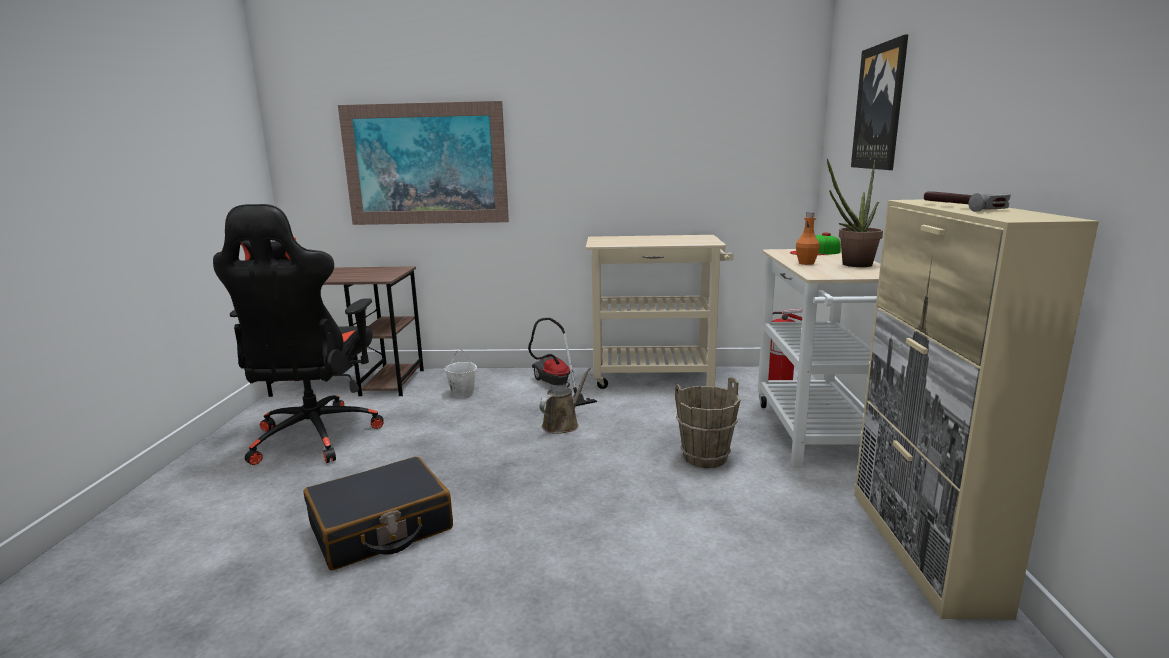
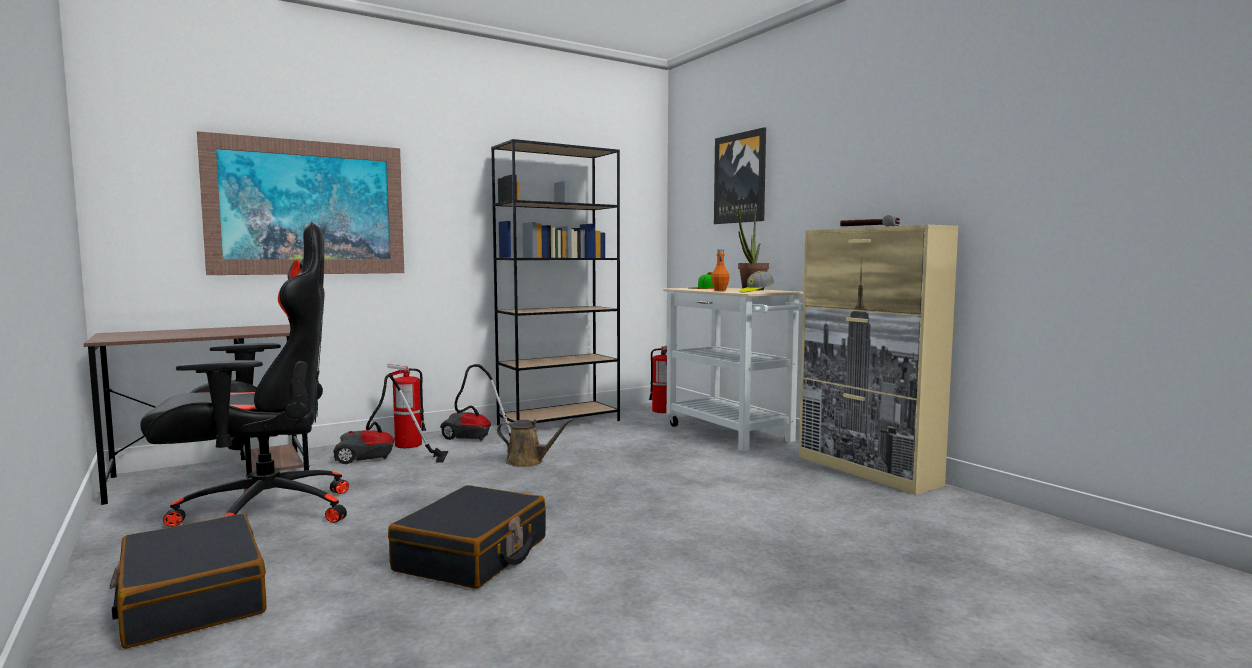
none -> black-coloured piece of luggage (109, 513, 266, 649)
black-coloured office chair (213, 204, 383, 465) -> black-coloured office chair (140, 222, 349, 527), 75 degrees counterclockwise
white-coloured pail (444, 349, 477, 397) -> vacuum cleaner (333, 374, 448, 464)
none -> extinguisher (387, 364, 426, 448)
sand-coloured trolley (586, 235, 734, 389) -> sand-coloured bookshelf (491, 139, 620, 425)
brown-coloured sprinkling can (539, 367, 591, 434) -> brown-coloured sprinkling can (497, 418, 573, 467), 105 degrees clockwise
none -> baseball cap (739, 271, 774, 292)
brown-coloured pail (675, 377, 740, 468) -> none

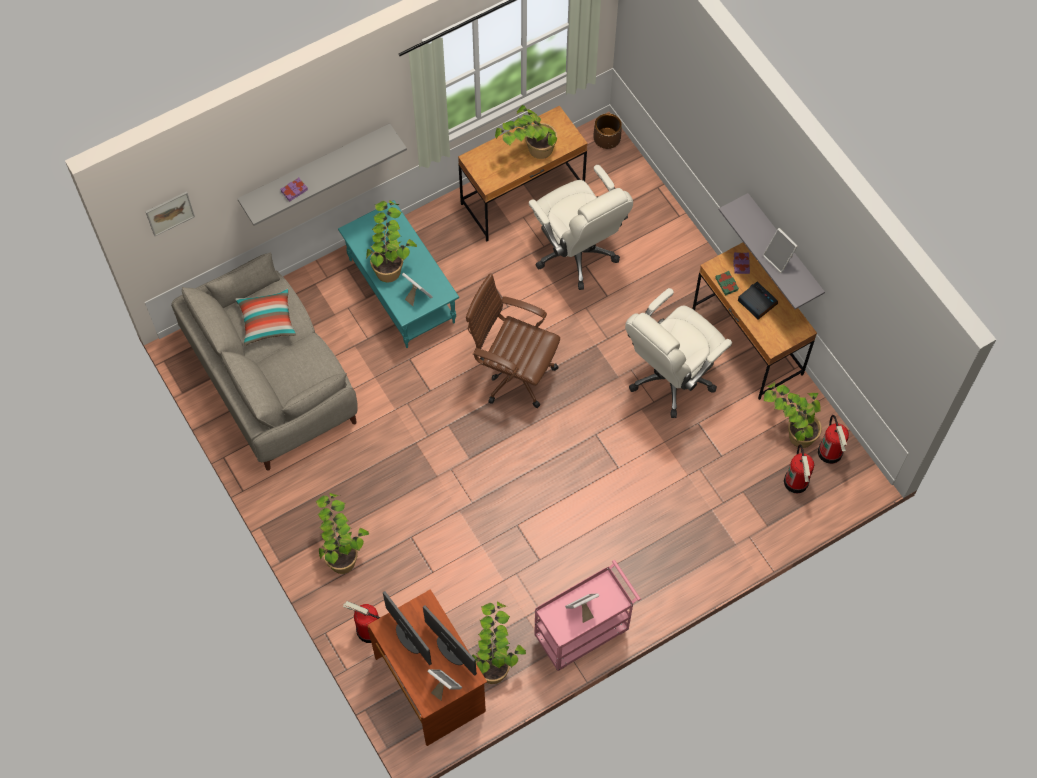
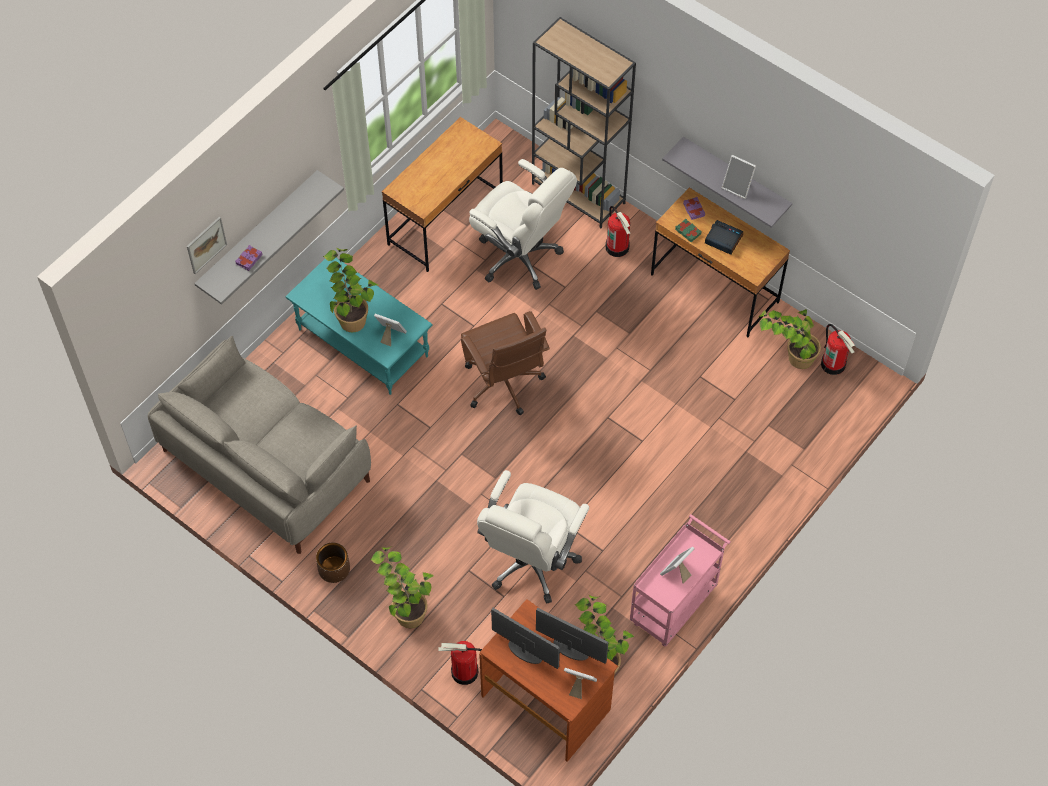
picture (145, 191, 195, 236) -> picture (187, 217, 227, 274), move
brown-coloured planter (593, 113, 622, 149) -> brown-coloured planter (316, 543, 350, 583), move
brown-coloured office chair (466, 273, 560, 408) -> brown-coloured office chair (461, 311, 550, 415), 120 degrees counterclockwise
white-coloured office chair (625, 288, 732, 418) -> white-coloured office chair (477, 470, 589, 604), move
none -> bookshelf (532, 17, 636, 228)
extinguisher (784, 445, 814, 493) -> extinguisher (605, 206, 630, 257), move
throw pillow (235, 289, 296, 346) -> none
houseplant (495, 105, 557, 159) -> none

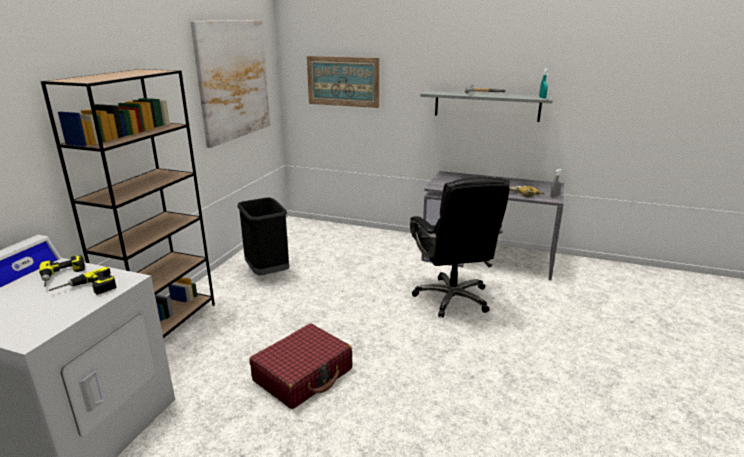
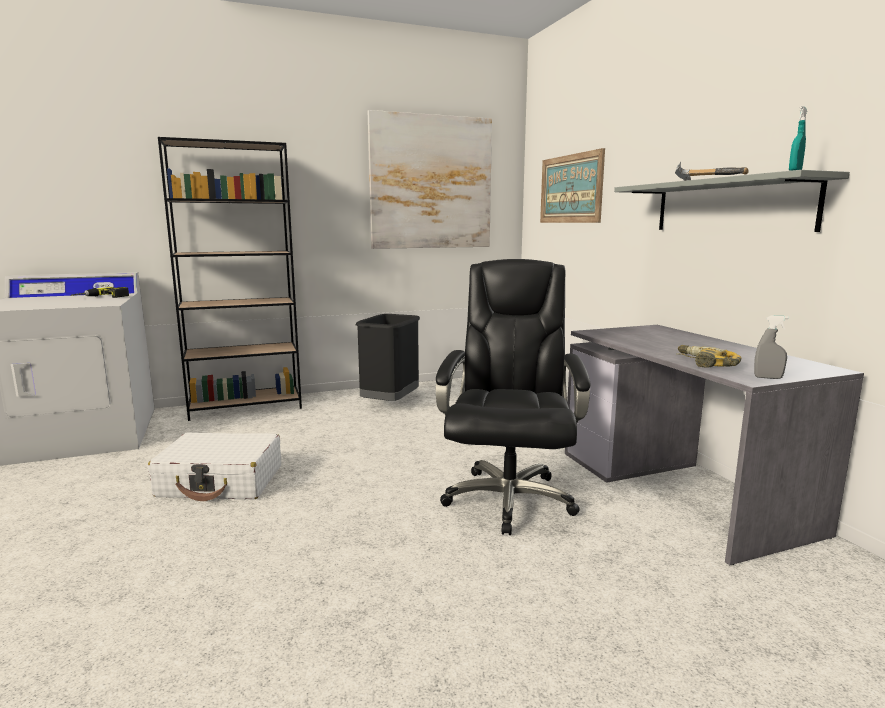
reddish piece of luggage (249, 324, 352, 409) -> white-coloured piece of luggage (148, 432, 281, 501)
black-coloured office chair (410, 177, 510, 318) -> black-coloured office chair (436, 259, 590, 535), 150 degrees clockwise
drill (49, 267, 117, 295) -> none

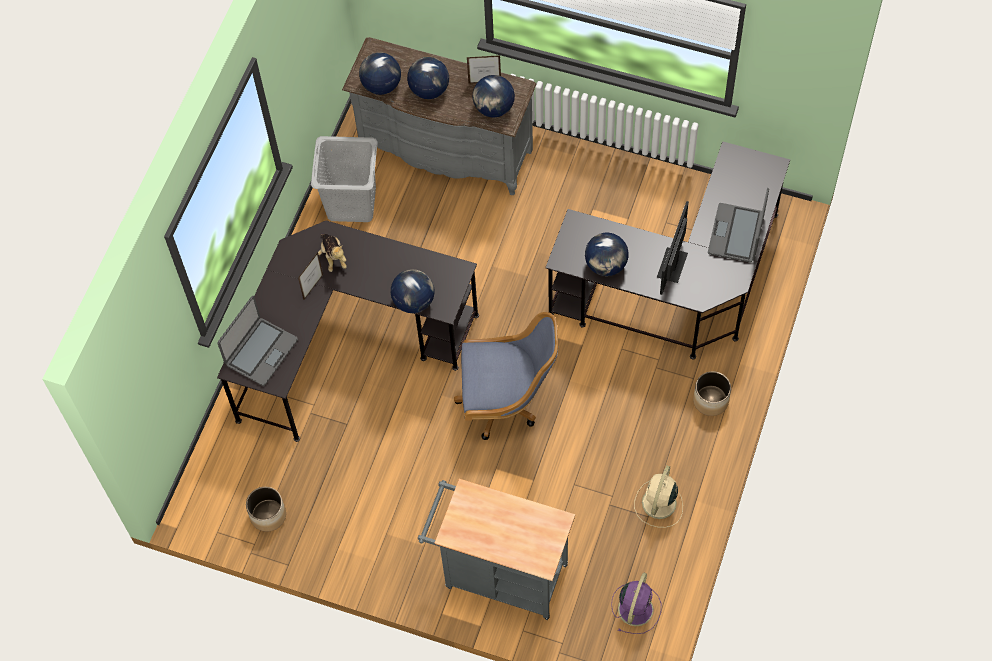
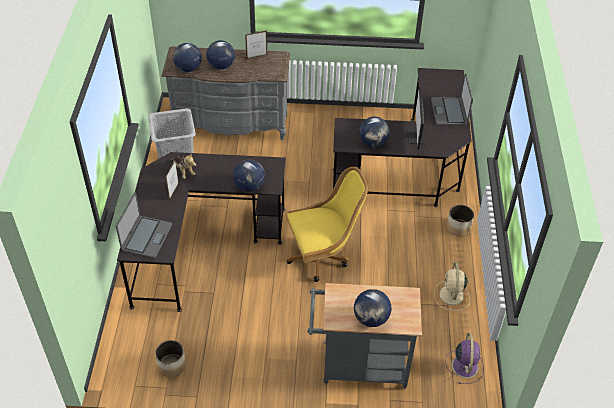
blue-coloured office chair (454, 312, 558, 440) -> yellow office chair (287, 167, 368, 282)
world globe (472, 75, 515, 117) -> world globe (354, 289, 391, 327), move

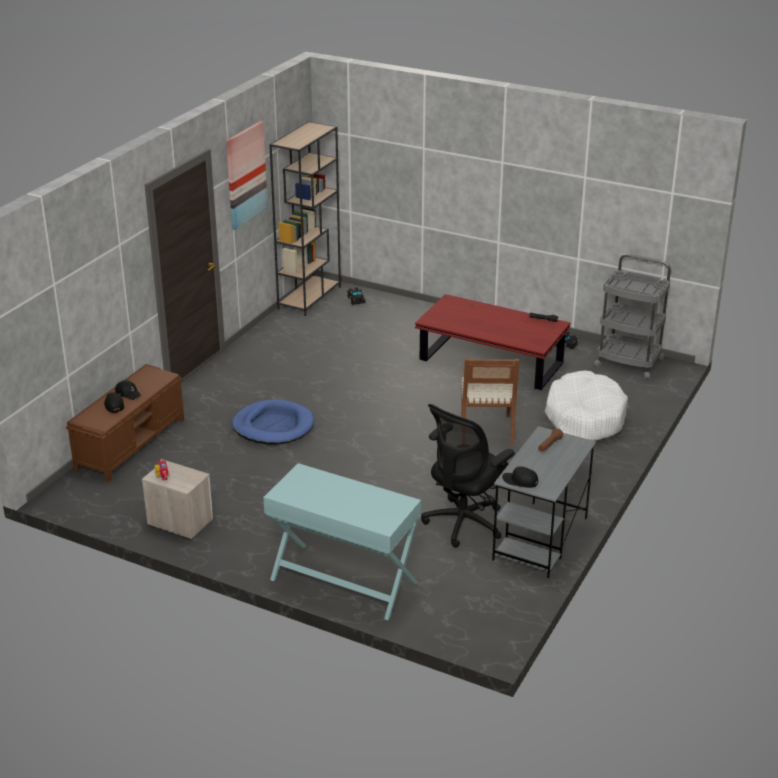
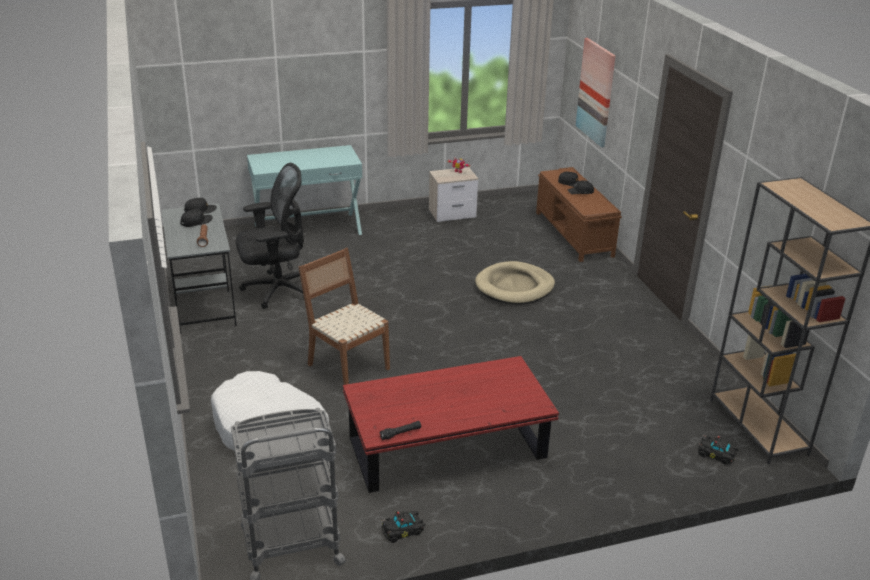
none -> black-coloured baseball cap (180, 209, 213, 227)
black-coloured office chair (421, 404, 515, 548) -> black-coloured office chair (236, 163, 304, 309), 75 degrees clockwise
blue-coloured dog cushion (232, 399, 314, 444) -> sand-coloured dog cushion (475, 261, 555, 304)
picture (226, 121, 268, 230) -> picture (576, 38, 616, 147), move

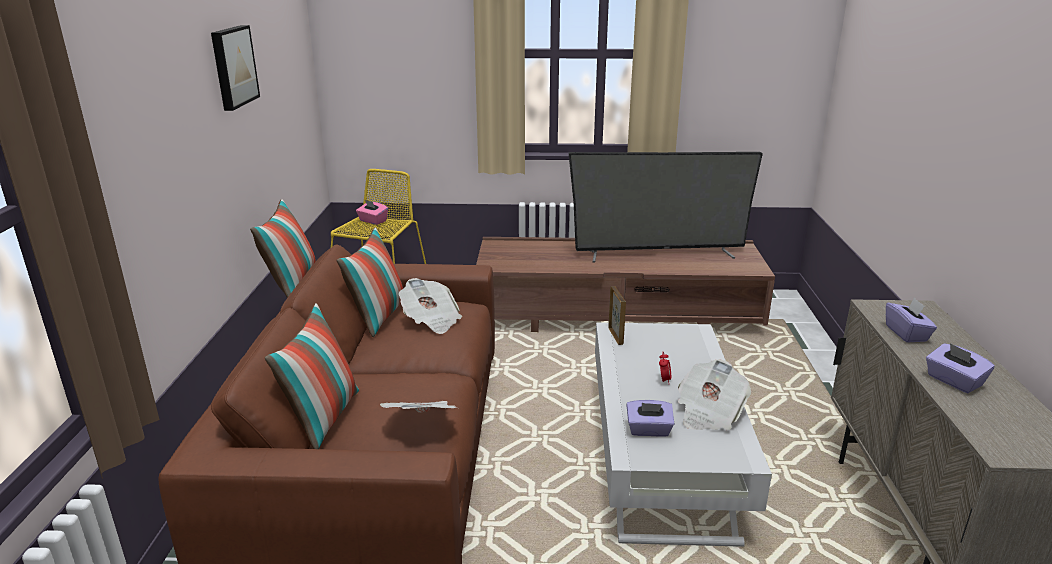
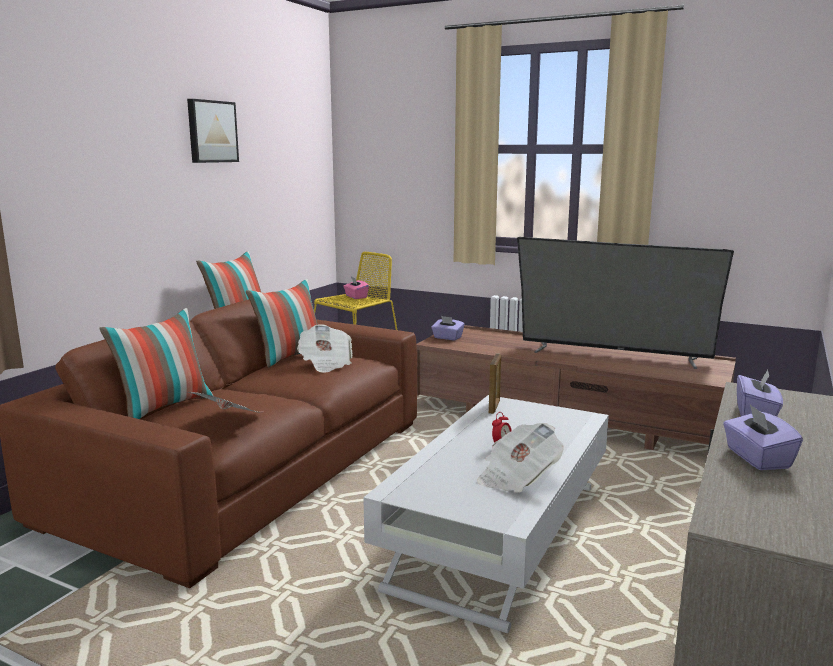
purple-coloured box of tissues (626, 400, 674, 437) -> purple-coloured box of tissues (431, 316, 465, 340), move

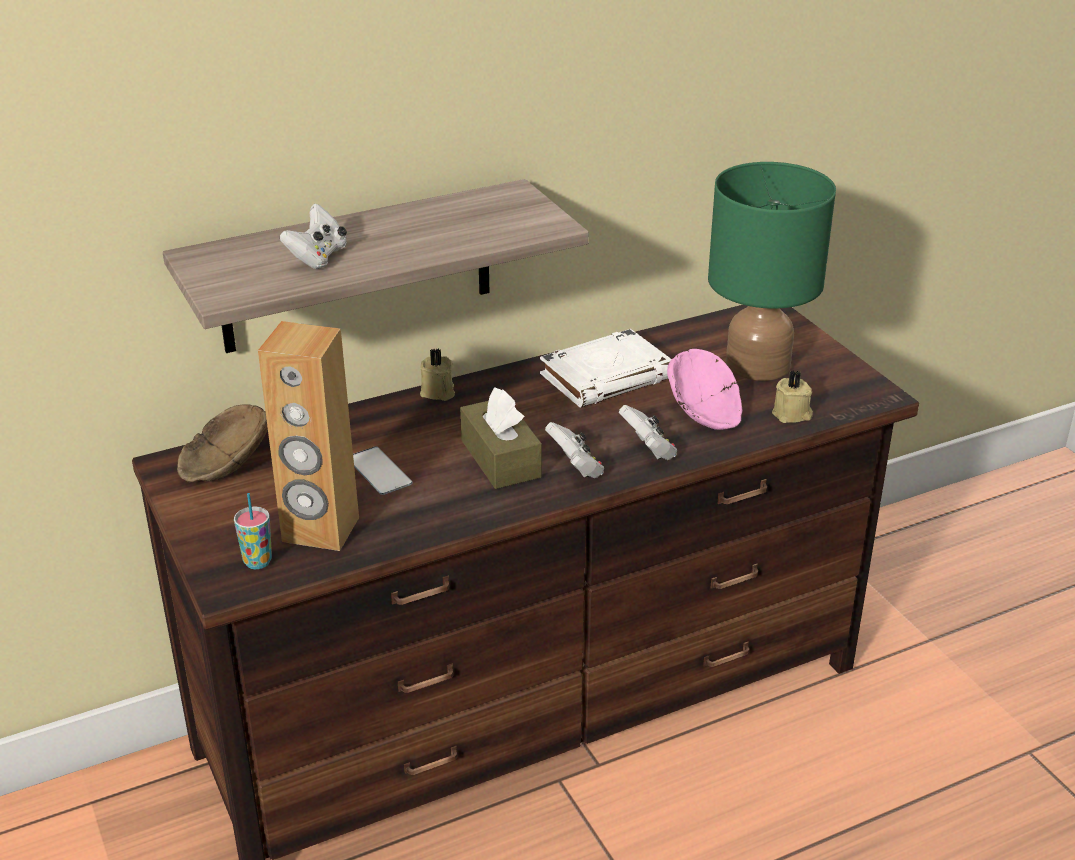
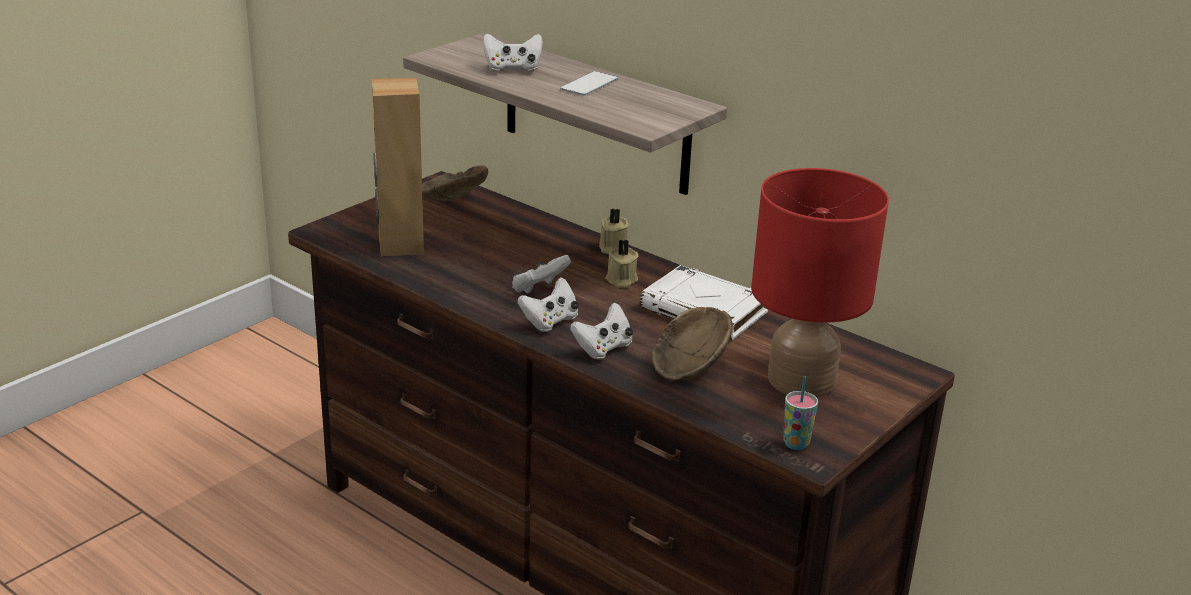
brown-coloured box of tissues (460, 388, 542, 489) -> white-coloured gamepad (512, 255, 571, 294)
handset (353, 446, 413, 495) -> handset (560, 71, 619, 95), move
sand-coloured wax candle (772, 370, 813, 423) -> sand-coloured wax candle (605, 240, 638, 288), move
pink serving bowl (667, 349, 742, 430) -> brown-coloured serving bowl (652, 307, 733, 381)
green-coloured tabletop lamp (708, 162, 836, 381) -> reddish tabletop lamp (751, 168, 889, 397)
cup (234, 493, 272, 569) -> cup (783, 376, 818, 450), move

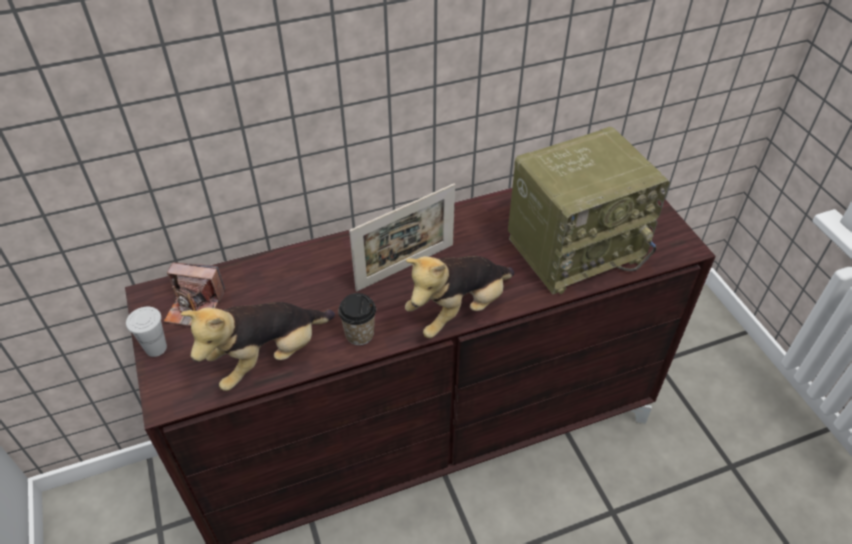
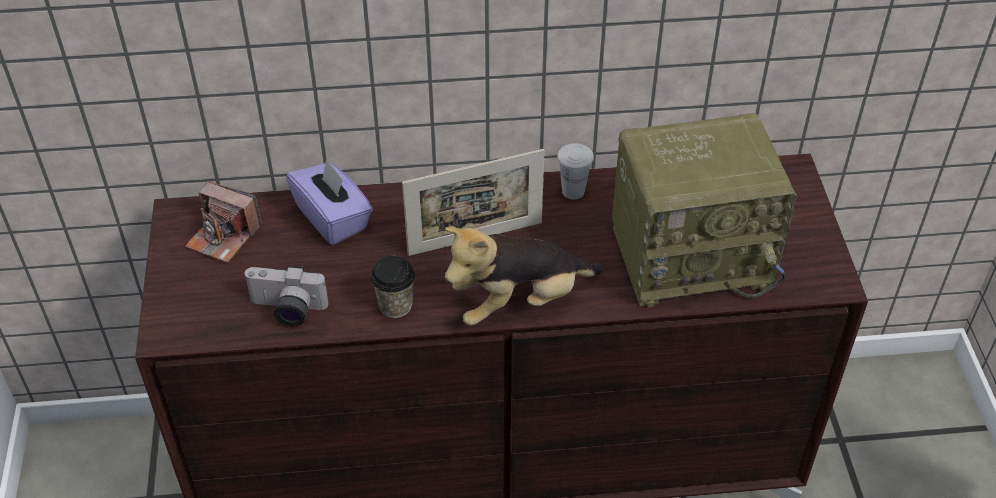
soft toy (180, 302, 335, 391) -> still camera (243, 265, 329, 326)
none -> purple-coloured box of tissues (286, 159, 373, 245)
white-coloured cup (126, 307, 167, 357) -> white-coloured cup (557, 143, 594, 199), move

